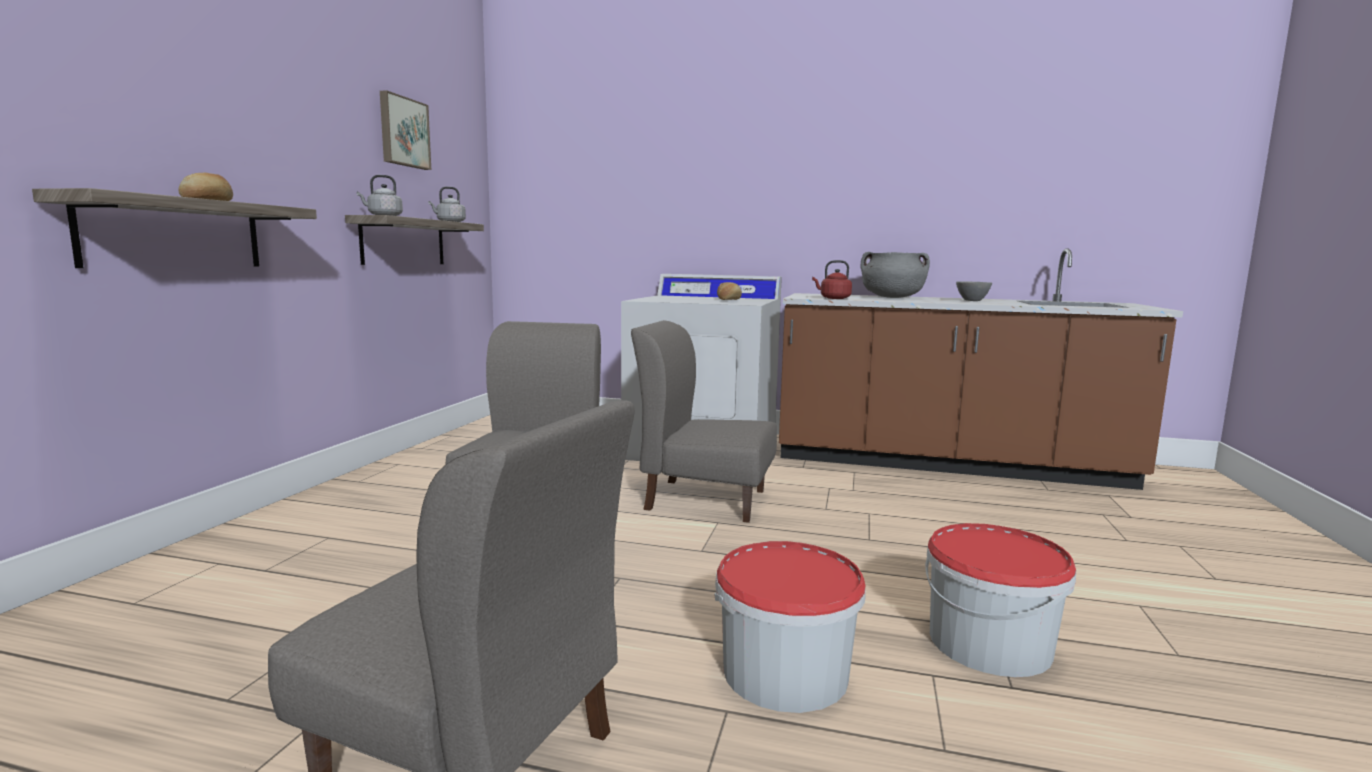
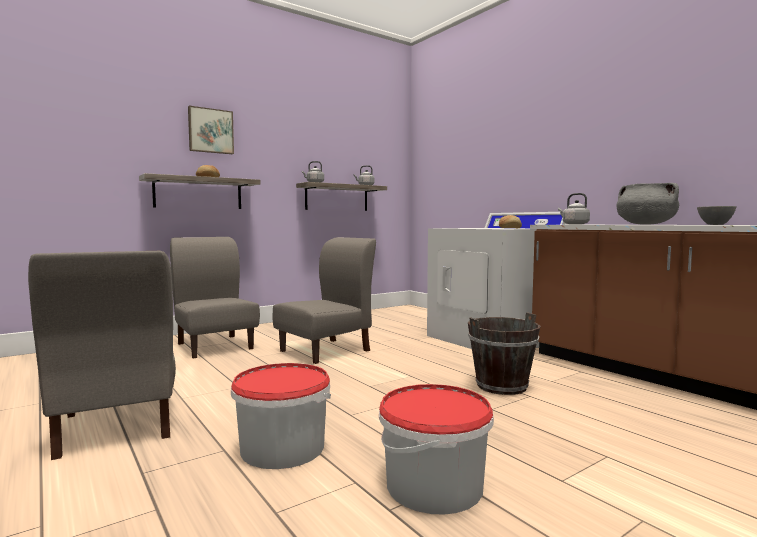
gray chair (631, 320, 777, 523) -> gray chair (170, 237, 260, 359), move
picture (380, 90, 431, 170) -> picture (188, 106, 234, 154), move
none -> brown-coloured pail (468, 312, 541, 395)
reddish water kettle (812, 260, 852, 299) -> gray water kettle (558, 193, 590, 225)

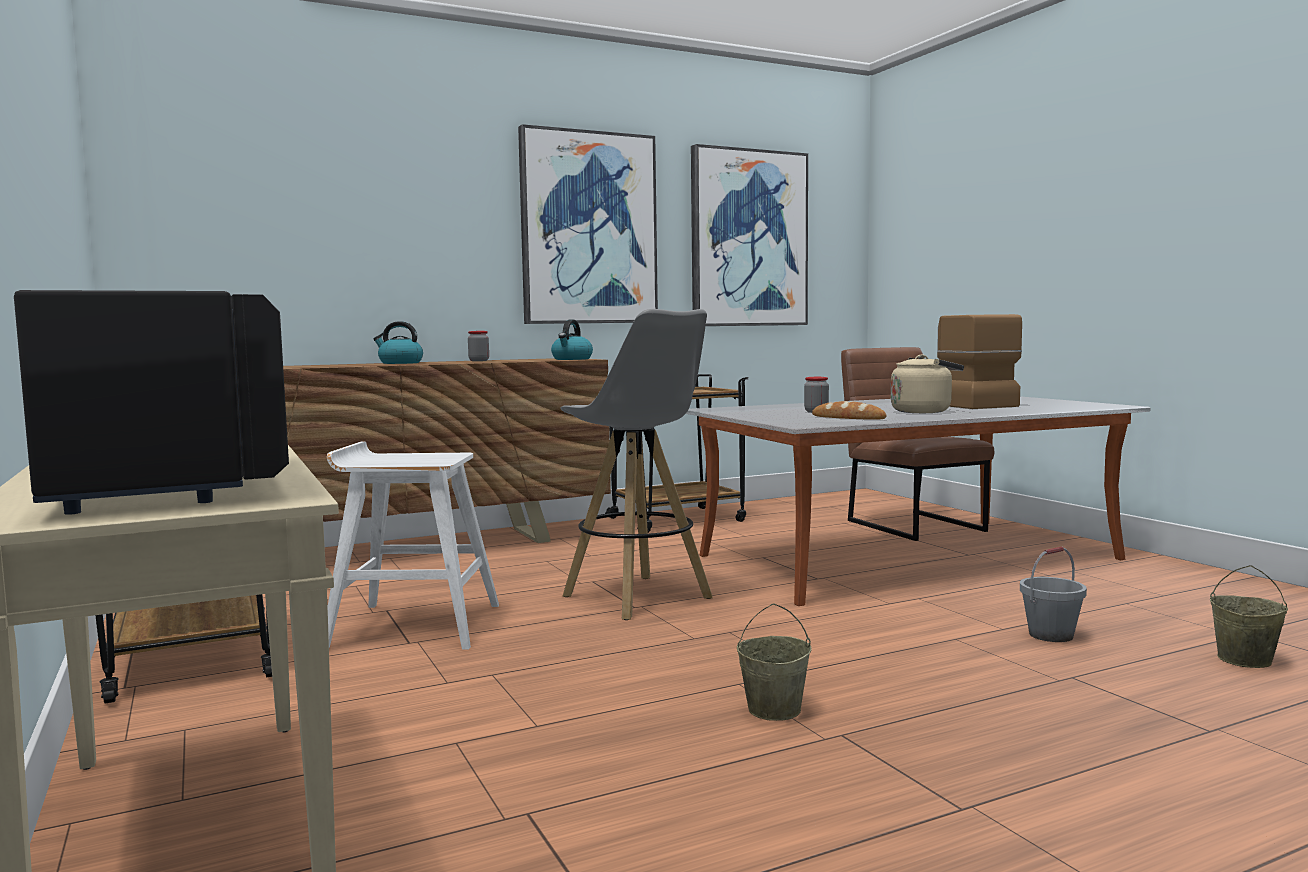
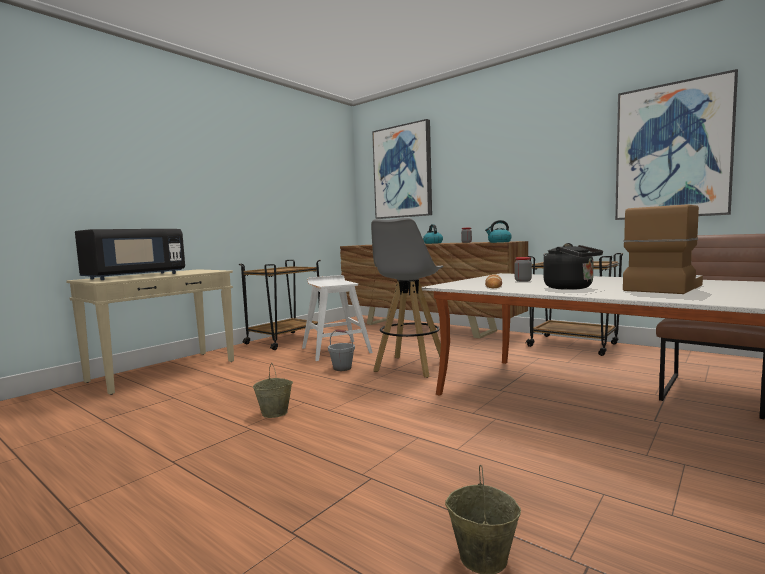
gray pail (1020, 547, 1087, 642) -> gray pail (328, 330, 355, 371), move
picture (518, 124, 658, 324) -> picture (372, 119, 432, 219), move
sand-coloured water kettle (891, 355, 964, 413) -> black-coloured water kettle (544, 243, 603, 290)

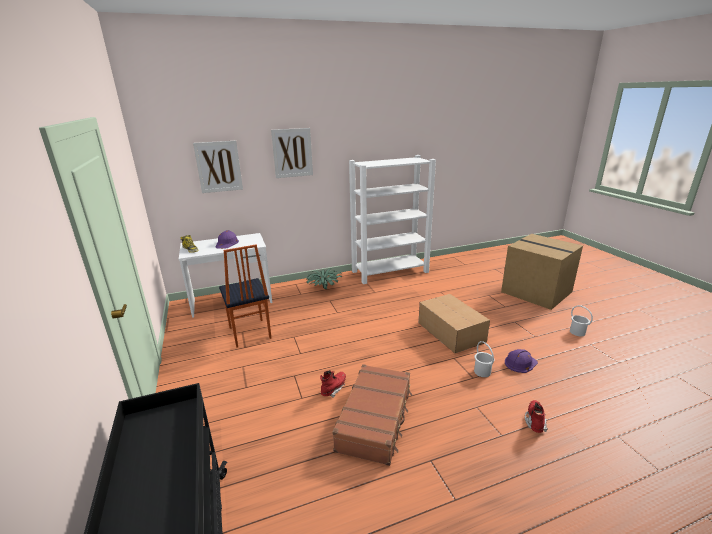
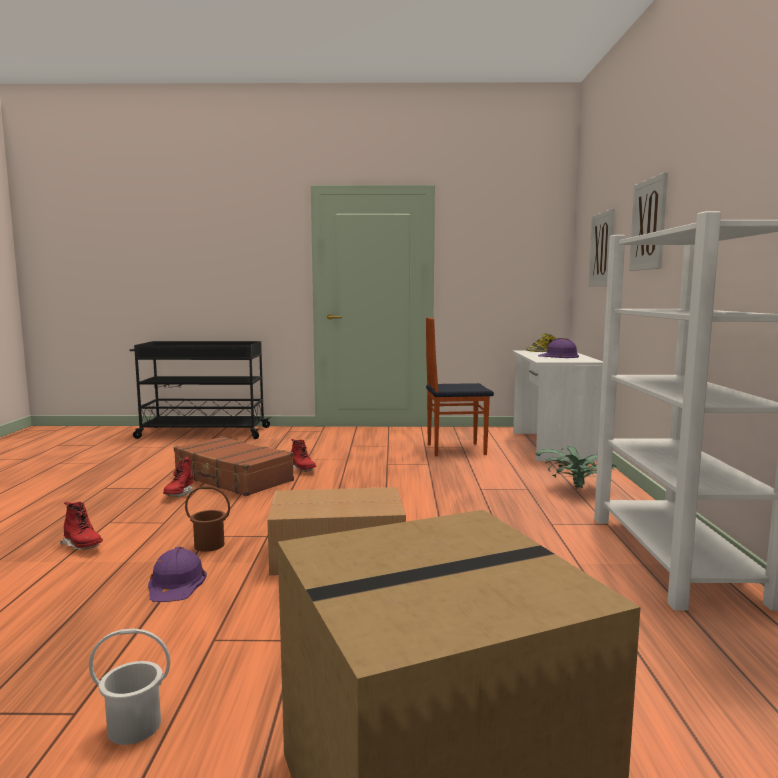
none -> reddish tall boot (163, 457, 193, 497)
white-coloured pail (474, 341, 494, 377) -> brown-coloured pail (185, 486, 230, 552)

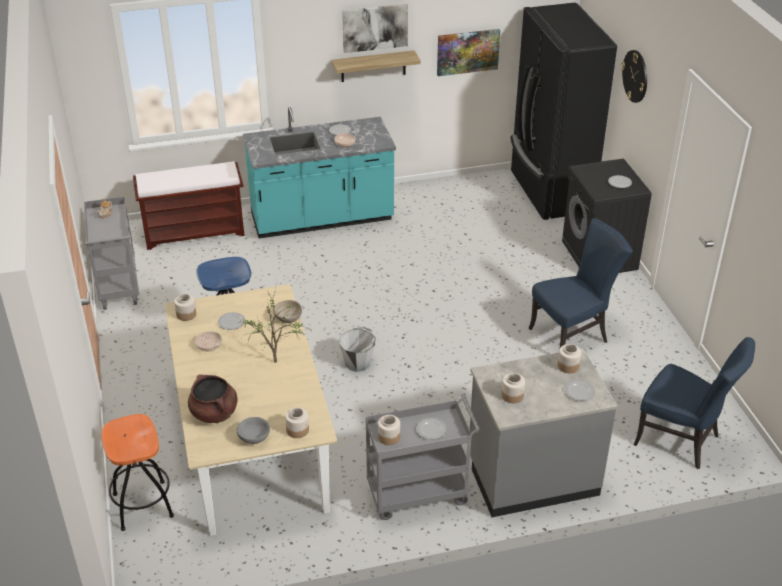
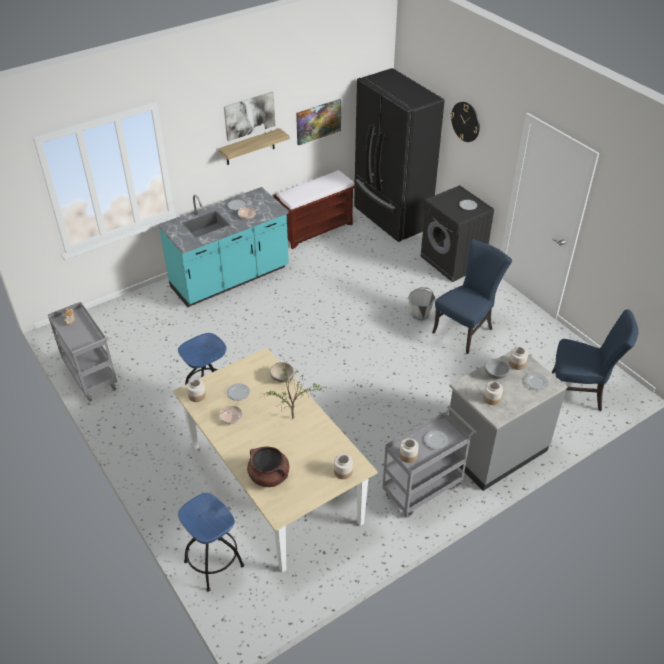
orange stool seat (101, 414, 174, 531) -> blue-coloured stool seat (178, 493, 244, 591)
brown-coloured long seat (133, 161, 245, 250) -> brown-coloured long seat (274, 170, 357, 249), move
gray pail (339, 327, 376, 372) -> gray pail (408, 287, 435, 320), move
gray serving bowl (236, 417, 270, 444) -> gray serving bowl (485, 359, 510, 379), move

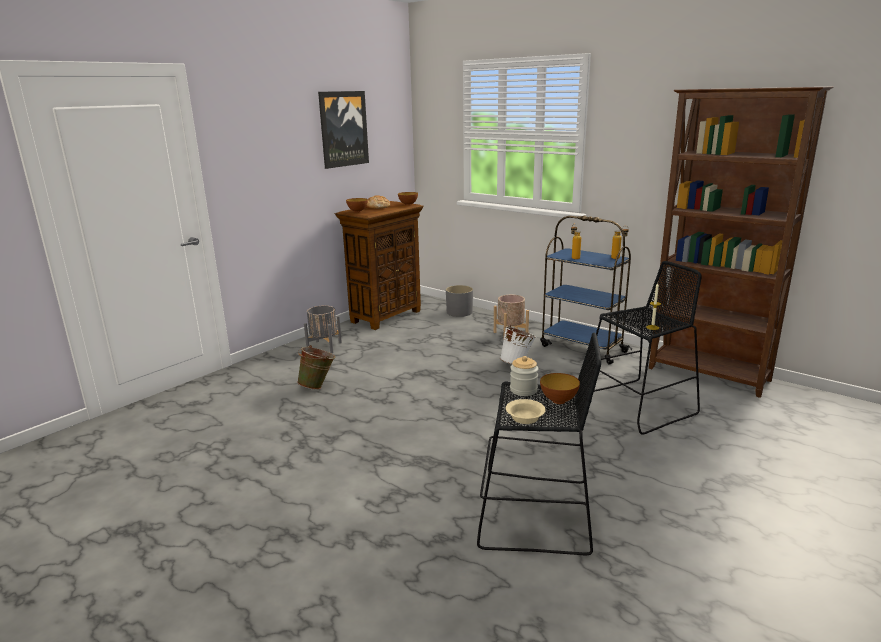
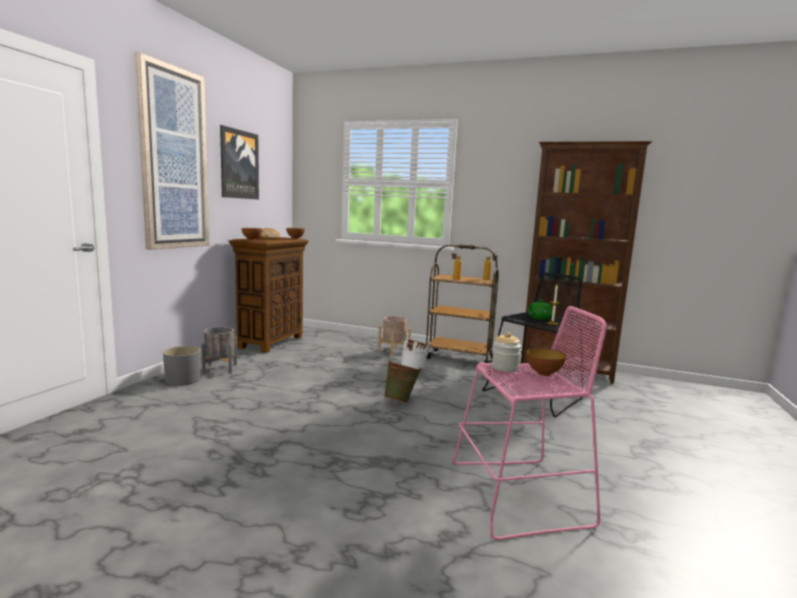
none -> picture (135, 53, 209, 250)
gray planter (446, 285, 473, 317) -> gray planter (163, 346, 201, 386), move
green-coloured pail (297, 345, 335, 390) -> green-coloured pail (384, 360, 421, 403), move
blue-coloured trolley (540, 216, 632, 365) -> brown-coloured trolley (426, 244, 499, 363)
black-coloured stool seat (477, 333, 601, 556) -> pink stool seat (452, 306, 607, 540)
none -> green-coloured teapot (528, 300, 552, 320)
sand-coloured serving bowl (506, 399, 546, 424) -> none

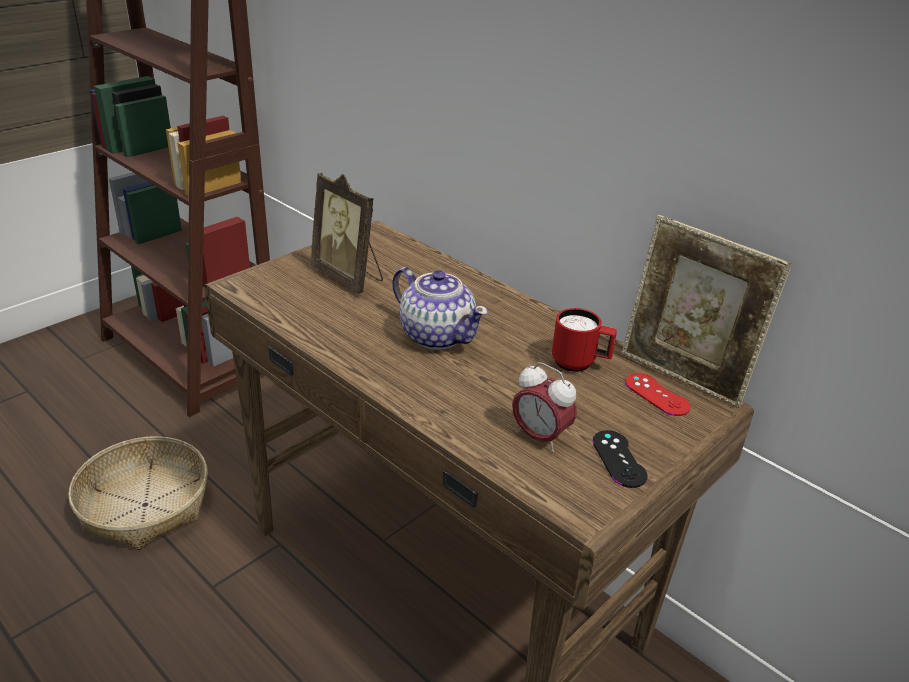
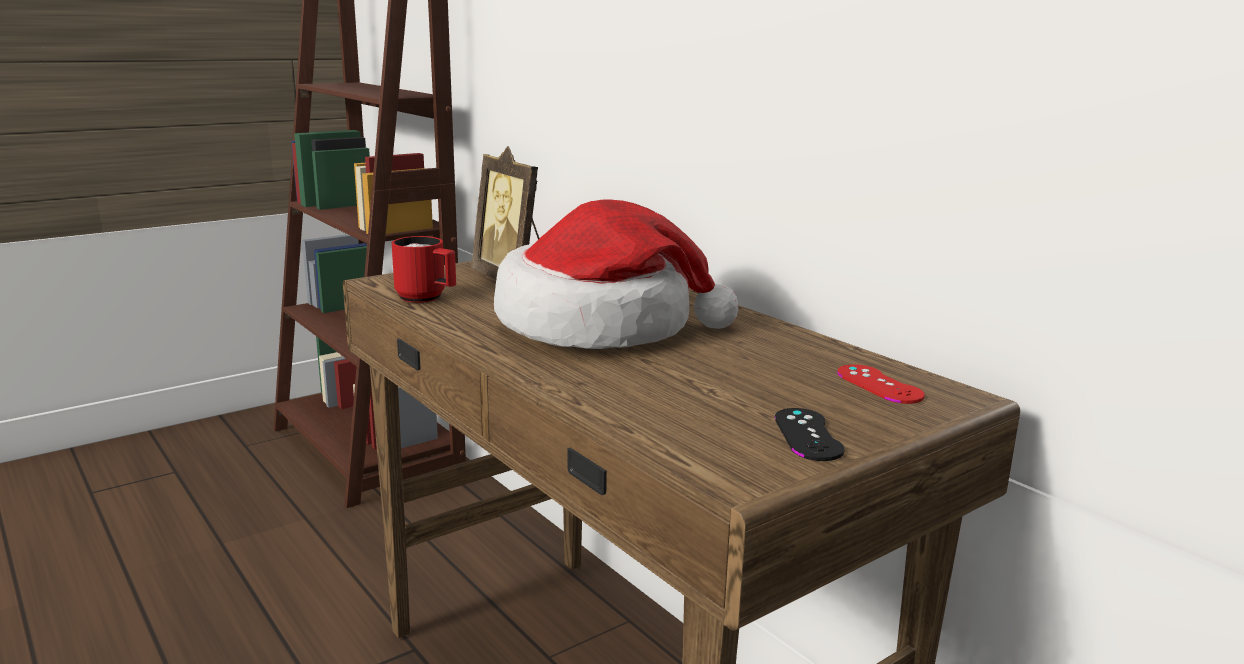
reddish coffee mug (552, 308, 617, 372) -> reddish coffee mug (392, 236, 456, 303), move
teapot (392, 267, 488, 350) -> clothing hat (494, 200, 738, 349)
household basket (68, 436, 208, 550) -> none
table clock (512, 362, 577, 452) -> none
picture frame (622, 215, 792, 408) -> none

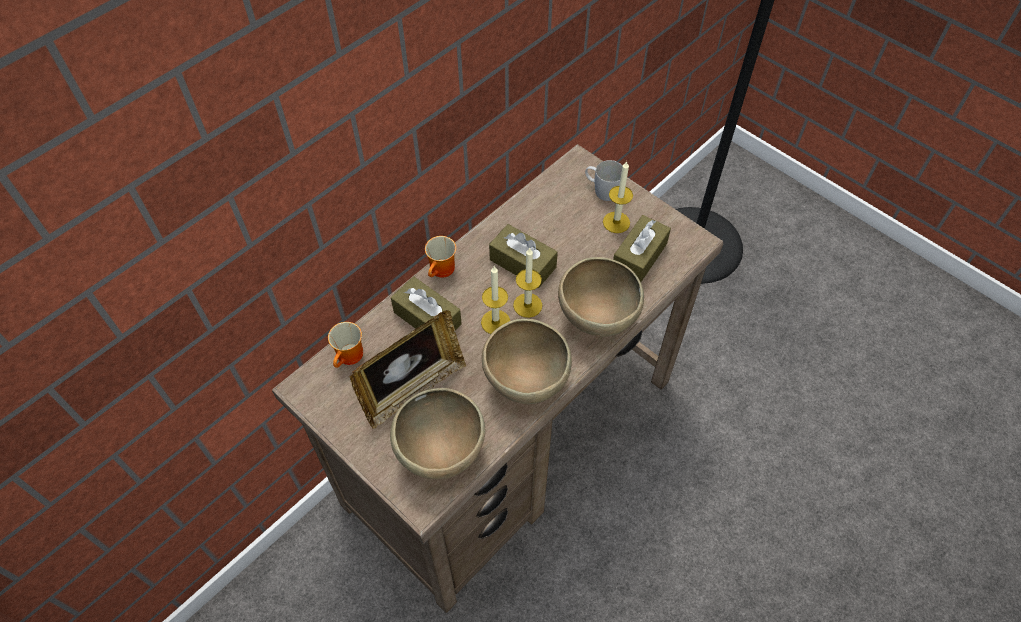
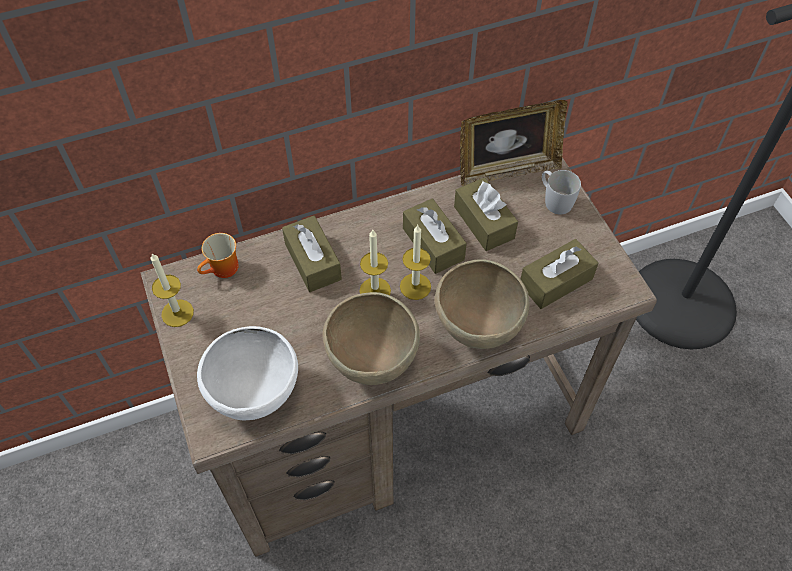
wax candle (603, 161, 633, 233) -> wax candle (151, 253, 194, 327), move
brown-coloured serving bowl (390, 388, 485, 479) -> white-coloured serving bowl (197, 326, 298, 420)
none -> brown-coloured box of tissues (454, 178, 518, 251)
picture frame (349, 310, 466, 429) -> picture frame (460, 100, 568, 187), move
coffee mug (425, 236, 456, 278) -> none

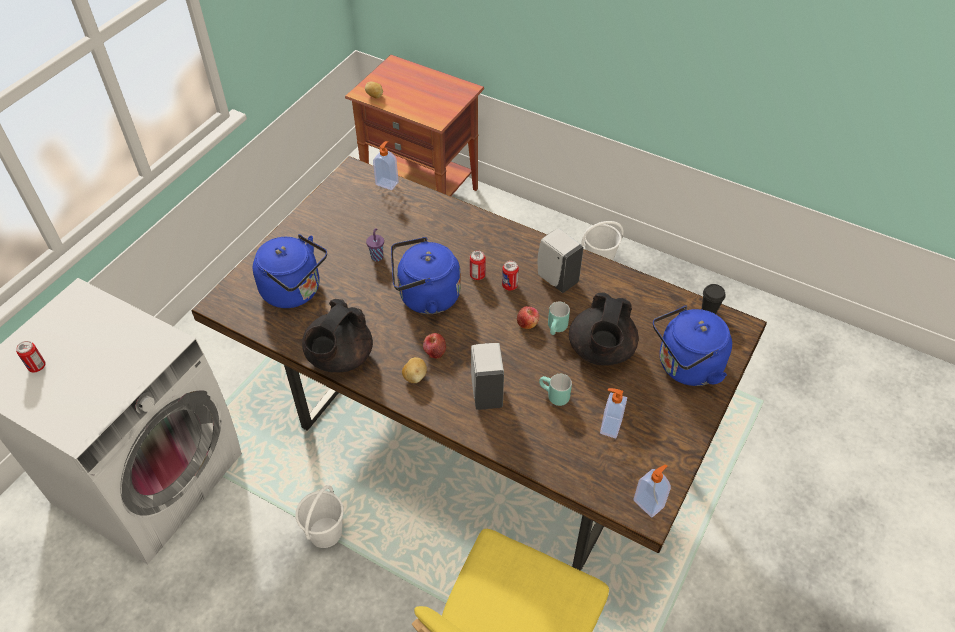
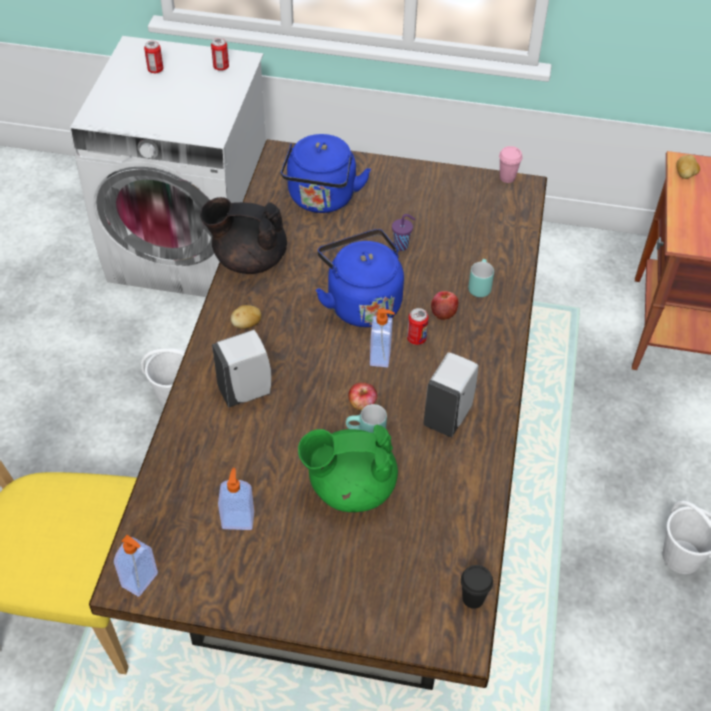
metal can (502, 261, 519, 290) -> metal can (211, 38, 229, 71), move
black-coloured teapot (569, 293, 639, 366) -> green-coloured teapot (298, 425, 398, 512)
liquid soap bottle (373, 141, 399, 190) -> liquid soap bottle (370, 309, 395, 367), move
whole apple (423, 333, 446, 358) -> whole apple (431, 291, 458, 320), move
blue-green coffee mug (539, 374, 572, 406) -> blue-green coffee mug (468, 259, 494, 297), move
none -> pink cup (499, 146, 523, 183)
blue-coloured water kettle (653, 306, 732, 386) -> none

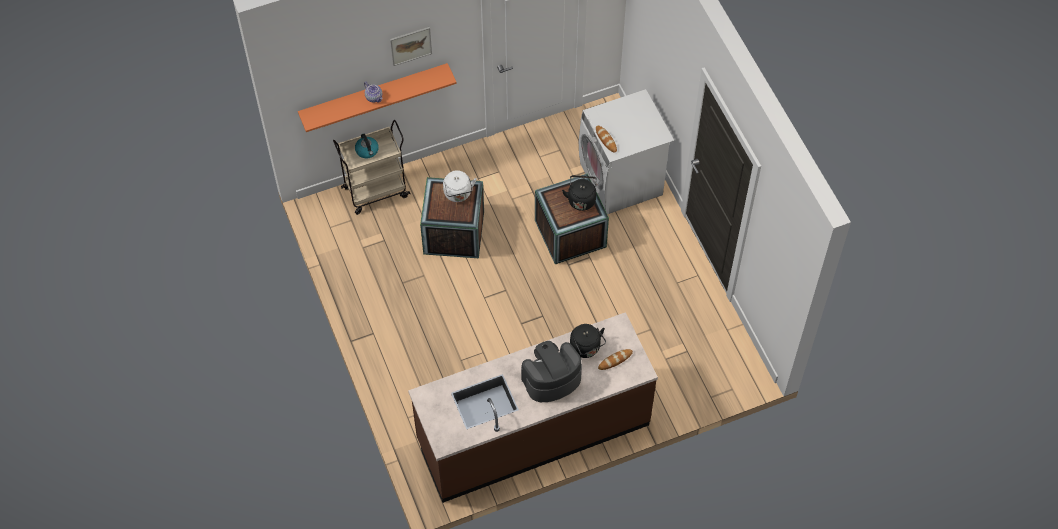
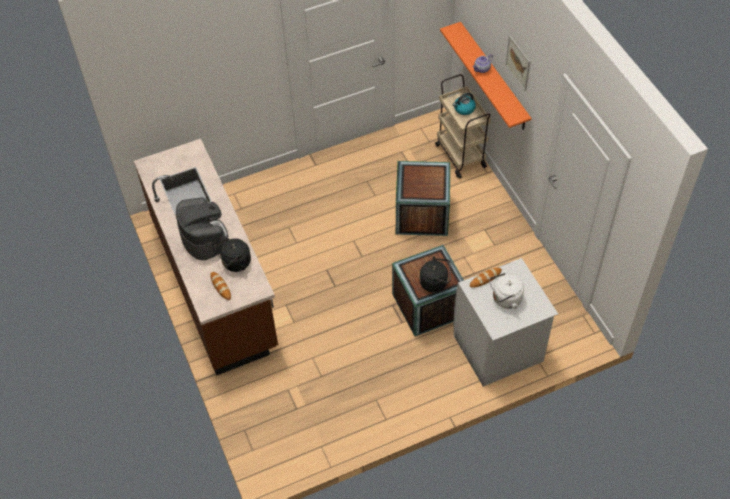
white-coloured water kettle (443, 170, 477, 202) -> white-coloured water kettle (489, 273, 524, 309), move

